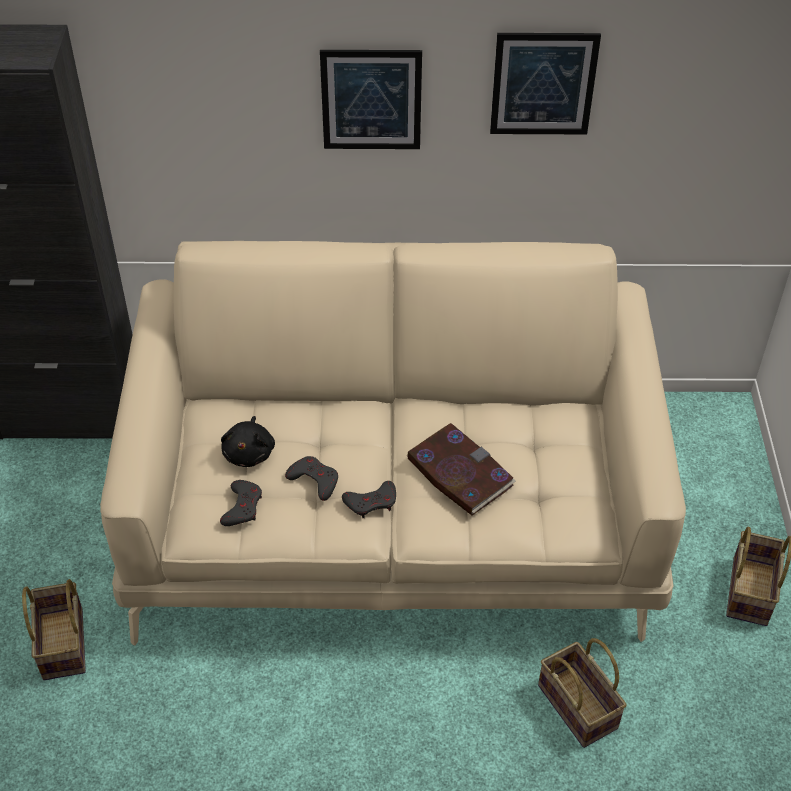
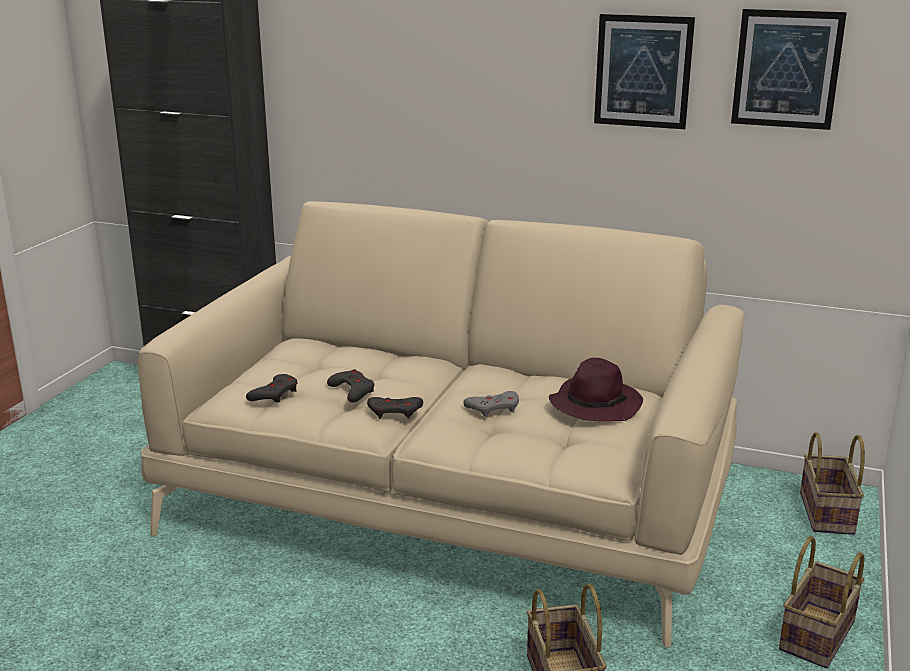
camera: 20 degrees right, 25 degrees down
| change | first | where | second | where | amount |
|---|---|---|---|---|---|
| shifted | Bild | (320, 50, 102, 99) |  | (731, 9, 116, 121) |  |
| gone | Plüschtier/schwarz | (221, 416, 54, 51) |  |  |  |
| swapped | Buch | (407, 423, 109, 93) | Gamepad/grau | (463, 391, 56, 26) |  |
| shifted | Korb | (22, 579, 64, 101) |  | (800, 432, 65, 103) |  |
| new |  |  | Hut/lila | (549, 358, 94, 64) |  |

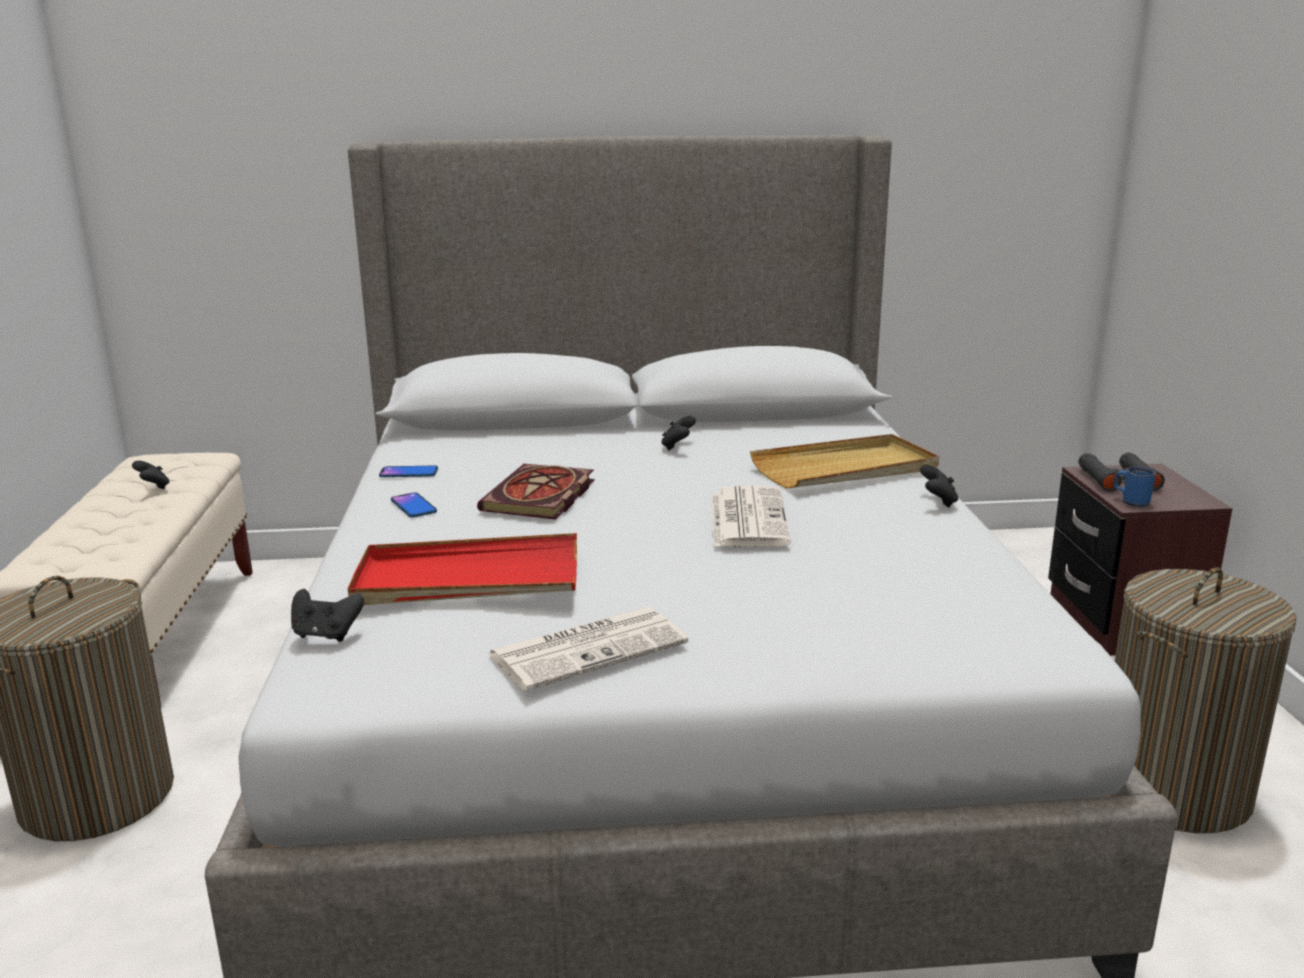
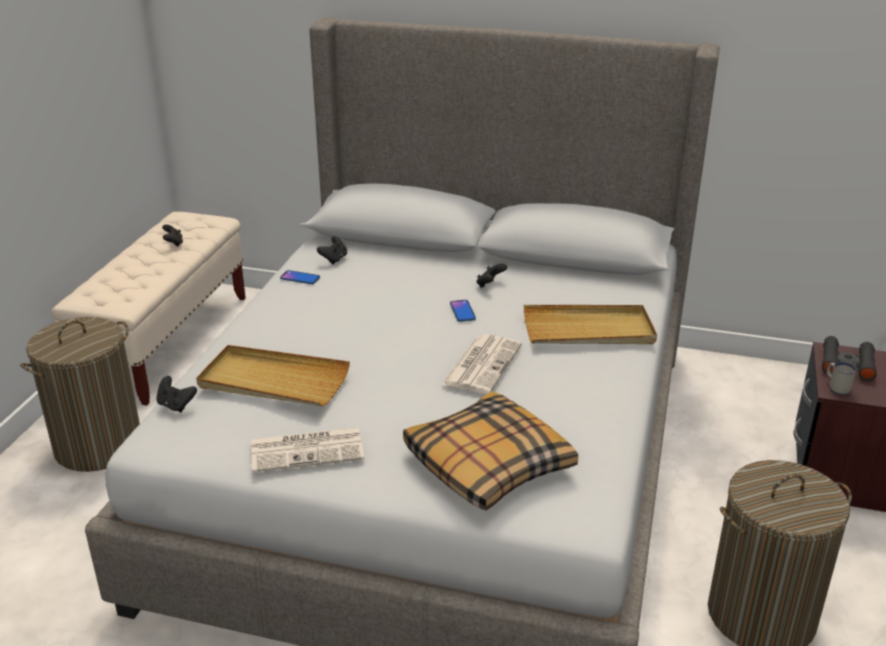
camera: 20 degrees right, 10 degrees up
| change | first | where | second | where | amount |
|---|---|---|---|---|---|
| gone | Buch | (477, 464, 117, 56) |  |  |  |
| shifted | Gamepad/schwarz | (920, 465, 38, 42) |  | (317, 236, 30, 28) |  |
| repainted | Henkelbecher/blau | (1113, 467, 43, 40) | Henkelbecher/weiß | (826, 362, 31, 33) |  |
| shifted | Handy | (391, 492, 46, 26) |  | (450, 300, 26, 22) |  |
| repainted | Tablett/rot | (348, 533, 229, 72) | Tablett/beige | (196, 345, 154, 61) |  |
| new |  |  | Kissen | (403, 392, 175, 119) |  |

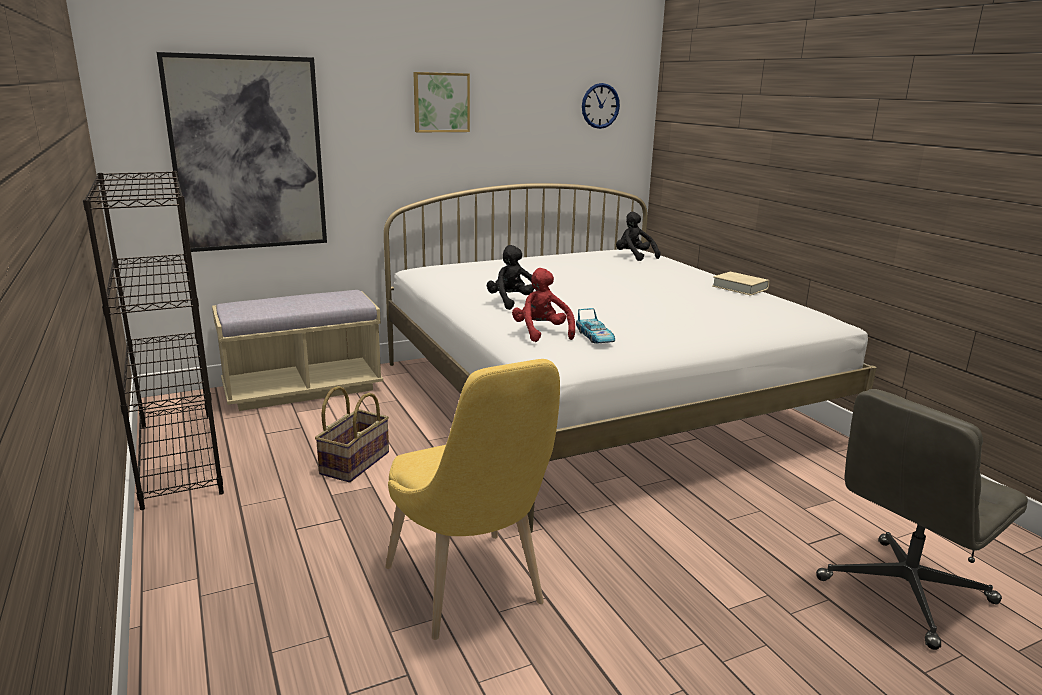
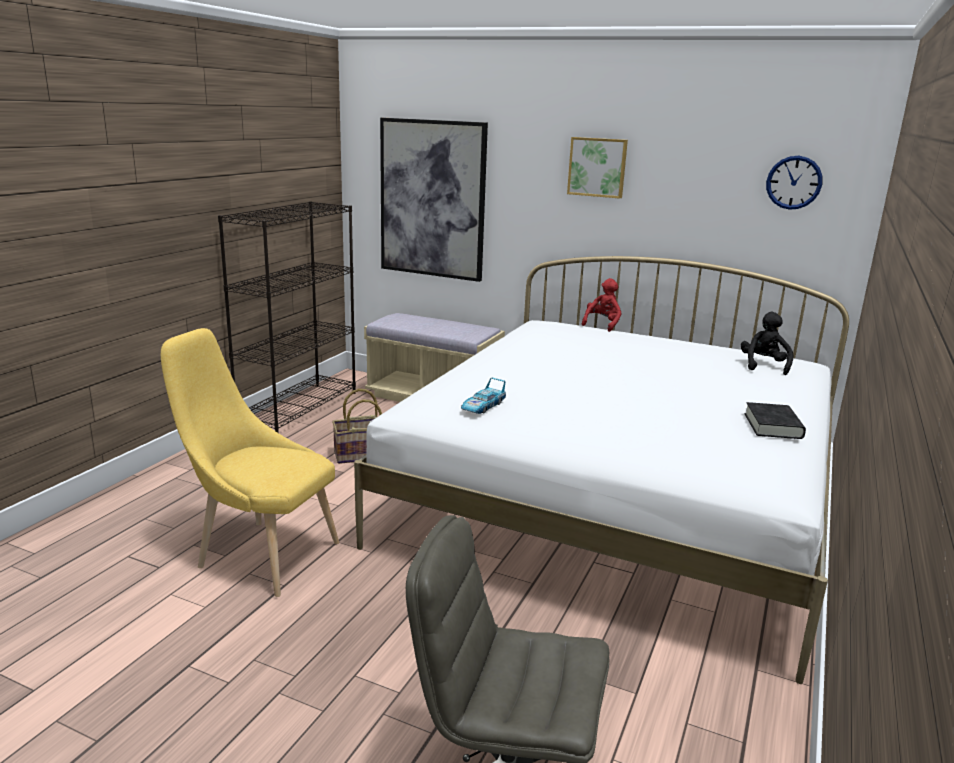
camera: 50 degrees right, 0 degrees up
| change | first | where | second | where | amount |
|---|---|---|---|---|---|
| gone | Plüschtier/schwarz | (487, 245, 47, 65) |  |  |  |
| shifted | Plüschtier/rot | (512, 268, 63, 74) |  | (582, 278, 39, 54) |  |
| repainted | Buch/beige | (712, 272, 57, 24) | Buch/schwarz | (745, 402, 61, 37) |  |
| rotated | Stuhl/gelb | (385, 359, 175, 281) |  | (161, 328, 178, 269) | 90 degrees clockwise |

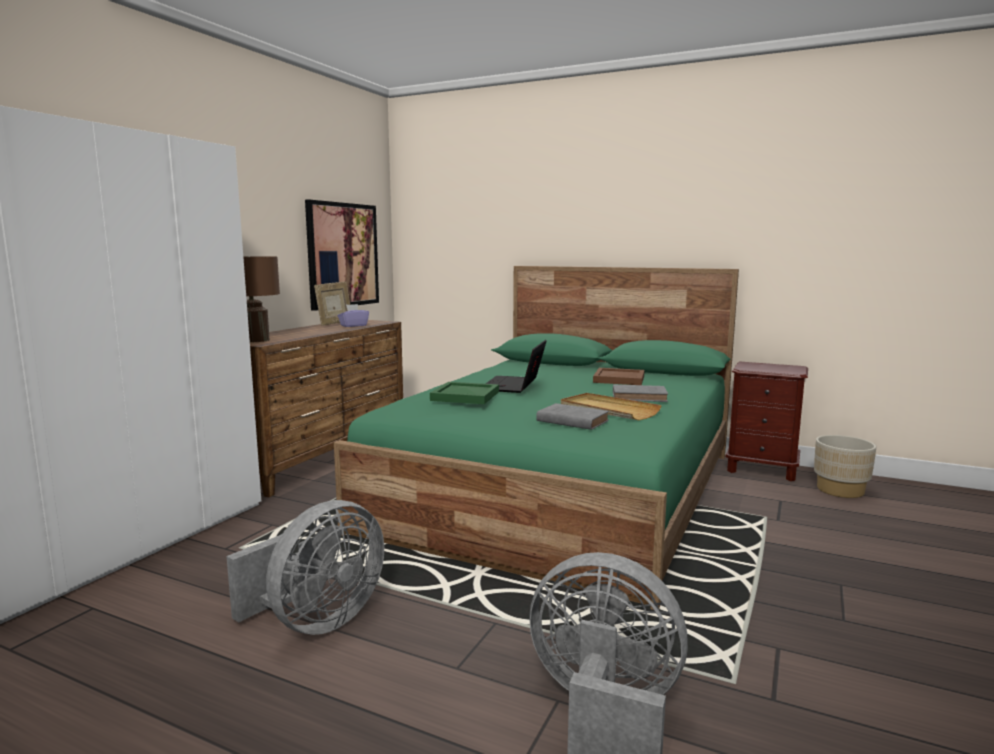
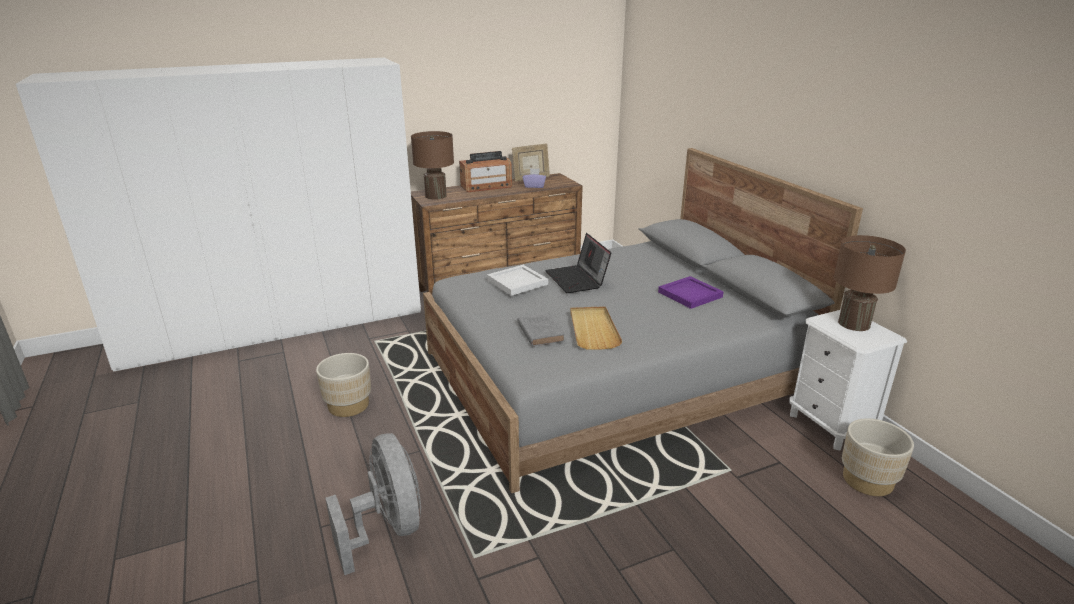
camera: 40 degrees right, 15 degrees up
| change | first | where | second | where | amount |
|---|---|---|---|---|---|
| gone | Bild | (305, 200, 74, 111) |  |  |  |
| repainted | Bett/grün | (334, 266, 405, 344) | Bett/grau | (423, 148, 440, 345) |  |
| rotated | Laptop | (486, 340, 61, 53) |  | (545, 233, 66, 60) | 75 degrees counterclockwise |
| repainted | Nachttisch/braun | (726, 361, 82, 120) | Nachttisch/weiß | (789, 310, 118, 141) |  |
| repainted | Tablett/braun | (593, 368, 52, 17) | Tablett/lila | (658, 276, 66, 33) |  |
| repainted | Tablett/grün | (430, 382, 69, 22) | Tablett/weiß | (487, 265, 61, 31) |  |
| gone | Buch/grau | (613, 385, 55, 17) |  |  |  |
| swapped | Ventilator/grau | (226, 500, 158, 135) | Pflanzkübel/beige | (316, 353, 55, 64) |  |
| new |  |  | Radio | (459, 151, 53, 41) |  |
| new |  |  | Tischlampe/braun | (834, 235, 72, 96) |  |

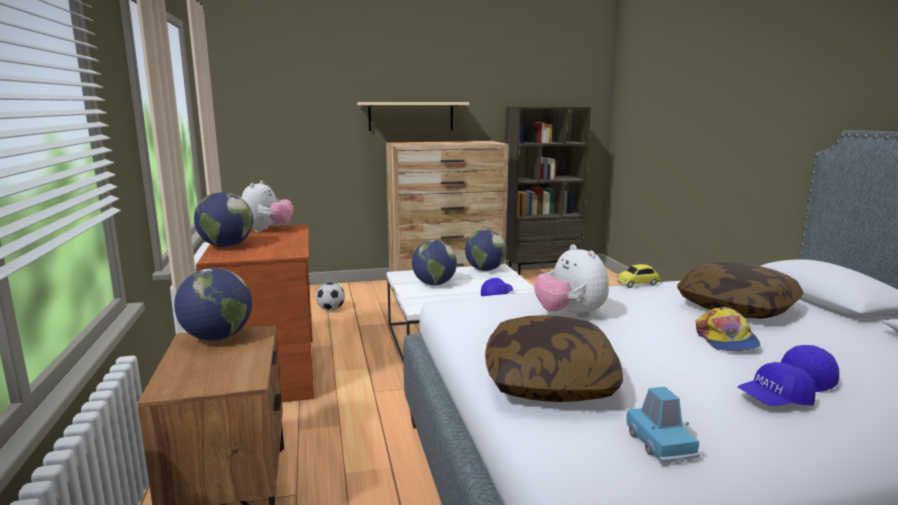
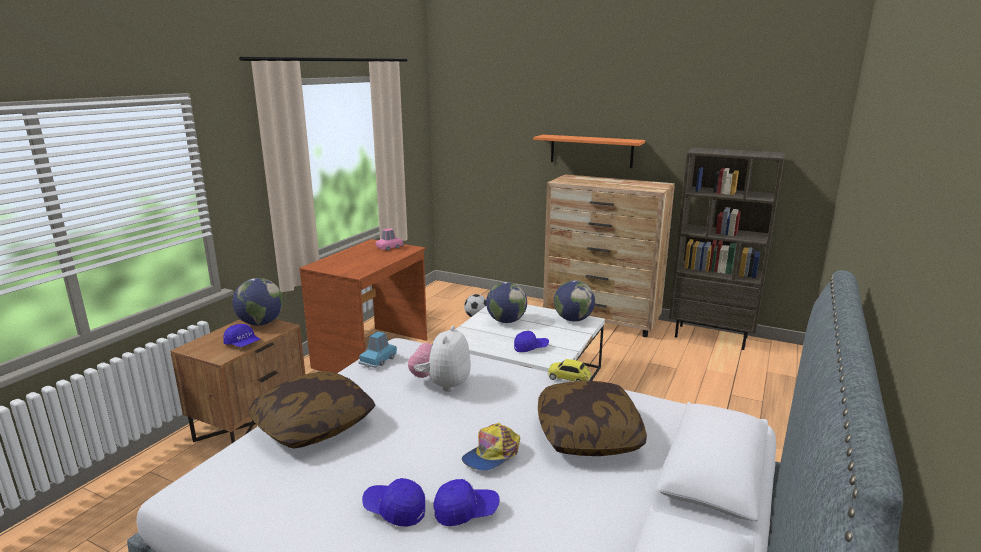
camera: 40 degrees right, 5 degrees up
| change | first | where | second | where | amount |
|---|---|---|---|---|---|
| repainted | Wandregal/beige | (357, 102, 112, 29) | Wandregal/orange | (533, 135, 112, 33) |  |
| swapped | Plüschtier | (241, 180, 52, 52) | Spielzeugauto/rosa | (376, 228, 28, 22) |  |
| gone | Globus | (194, 192, 59, 55) |  |  |  |
| shifted | Spielzeugauto/blau | (626, 387, 74, 77) |  | (358, 332, 39, 36) |  |
| new |  |  | Kappe/blau | (223, 324, 37, 23) |  |

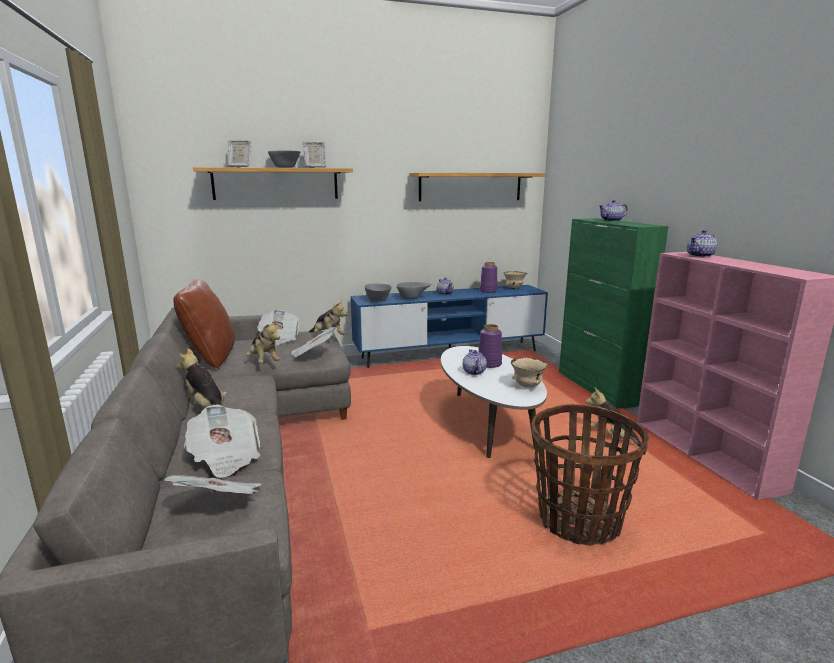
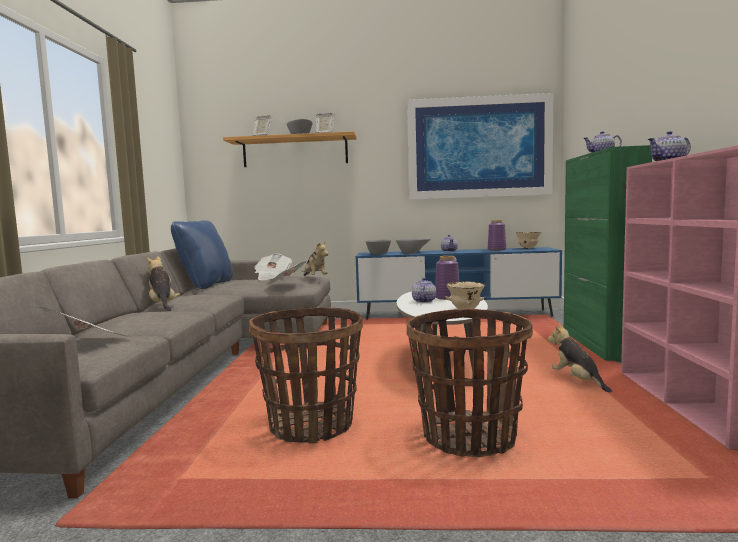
camera: 20 degrees right, 10 degrees down
| change | first | where | second | where | amount |
|---|---|---|---|---|---|
| swapped | Wandregal | (409, 173, 136, 28) | Bild | (407, 93, 146, 107) |  |
| repainted | Kissen/braun | (173, 279, 62, 90) | Kissen/blau | (171, 220, 62, 70) |  |
| gone | Plüschtier | (246, 321, 34, 42) |  |  |  |
| gone | Zeitung | (184, 405, 76, 73) |  |  |  |
| new |  |  | Korb | (249, 308, 114, 135) |  |

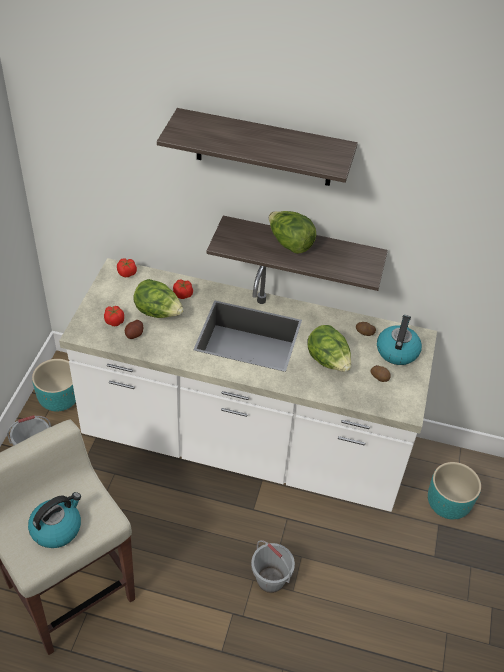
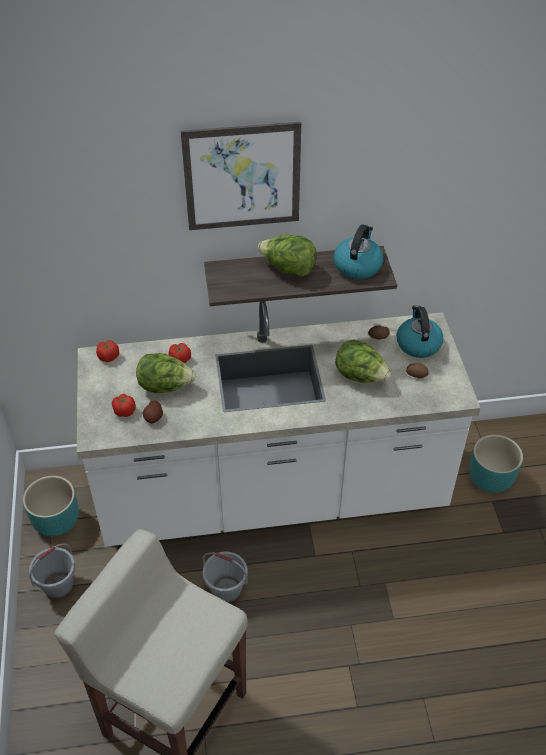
camera: 20 degrees left, 0 degrees up
| change | first | where | second | where | amount |
|---|---|---|---|---|---|
| swapped | Wandregal | (157, 108, 201, 78) | Bild | (181, 122, 120, 108) |  |
| shifted | Wasserkessel | (28, 492, 53, 56) |  | (334, 224, 49, 55) |  |
| shifted | Eimer/grau | (251, 540, 44, 53) |  | (203, 552, 45, 51) |  |

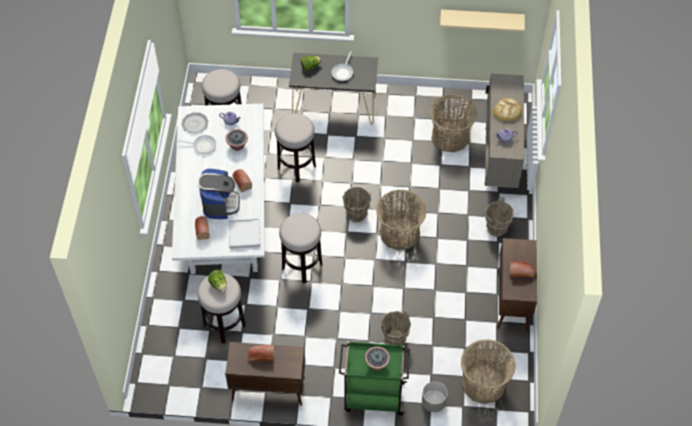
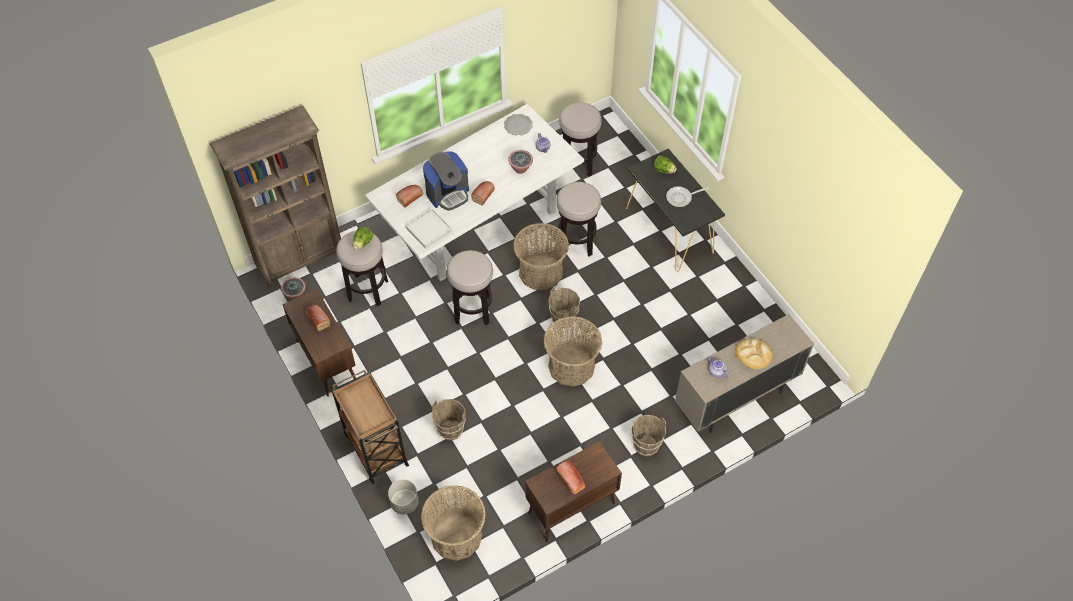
camera: 55 degrees right, 0 degrees up
| change | first | where | second | where | amount |
|---|---|---|---|---|---|
| gone | Wandregal/beige | (440, 9, 85, 23) |  |  |  |
| shifted | Korb | (429, 94, 48, 58) |  | (513, 223, 56, 67) |  |
| gone | Pfanne | (176, 135, 40, 19) |  |  |  |
| repainted | Rollwagen/grün | (339, 341, 71, 75) | Rollwagen/braun | (332, 370, 77, 114) |  |
| shifted | Topfpflanze | (365, 346, 25, 24) |  | (281, 277, 25, 23) |  |
| new |  |  | Bücherregal/braun | (210, 105, 131, 183) |  |

